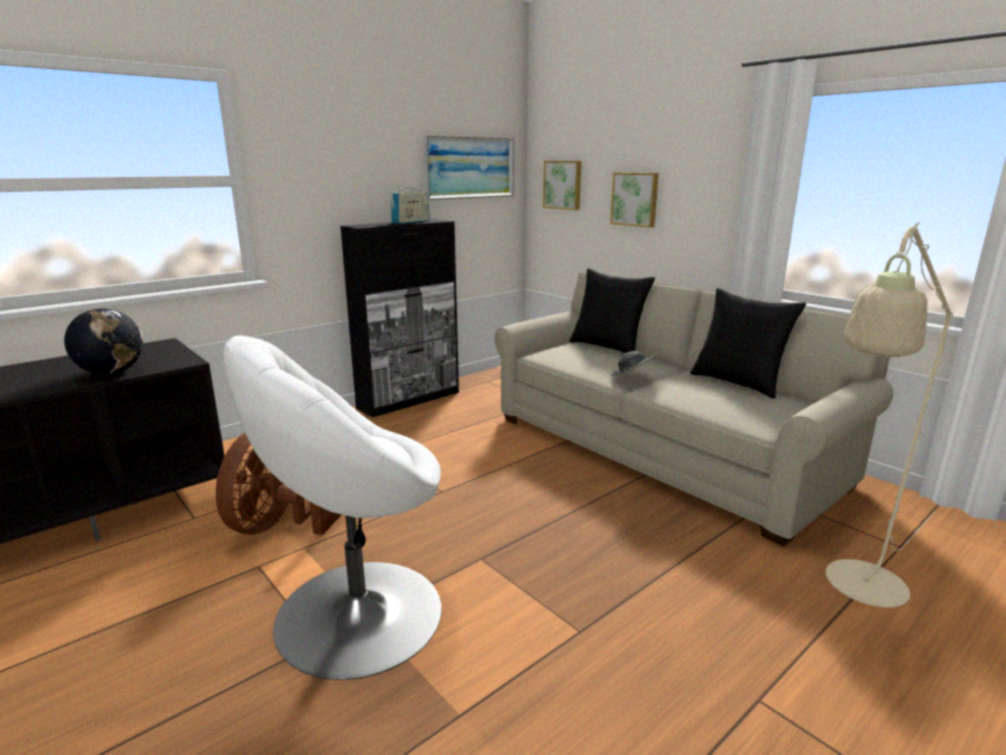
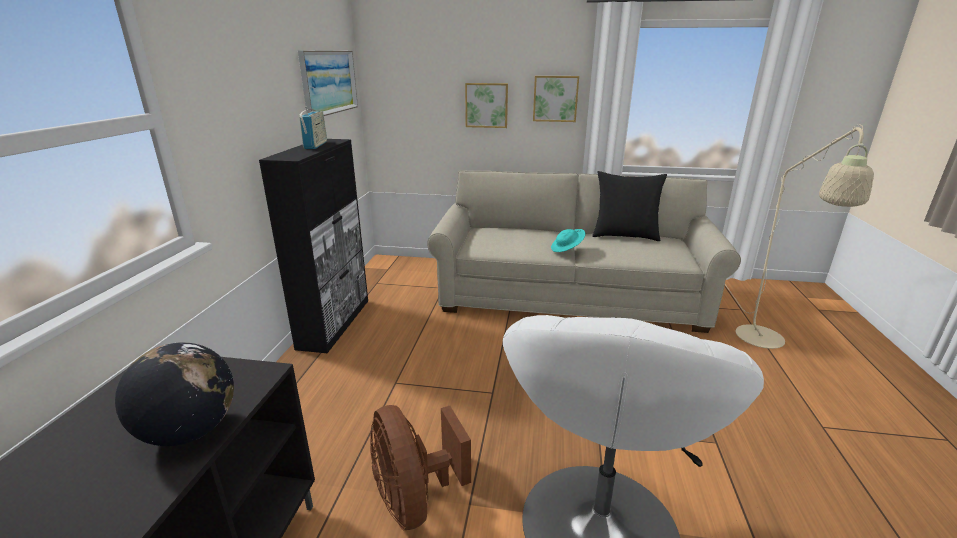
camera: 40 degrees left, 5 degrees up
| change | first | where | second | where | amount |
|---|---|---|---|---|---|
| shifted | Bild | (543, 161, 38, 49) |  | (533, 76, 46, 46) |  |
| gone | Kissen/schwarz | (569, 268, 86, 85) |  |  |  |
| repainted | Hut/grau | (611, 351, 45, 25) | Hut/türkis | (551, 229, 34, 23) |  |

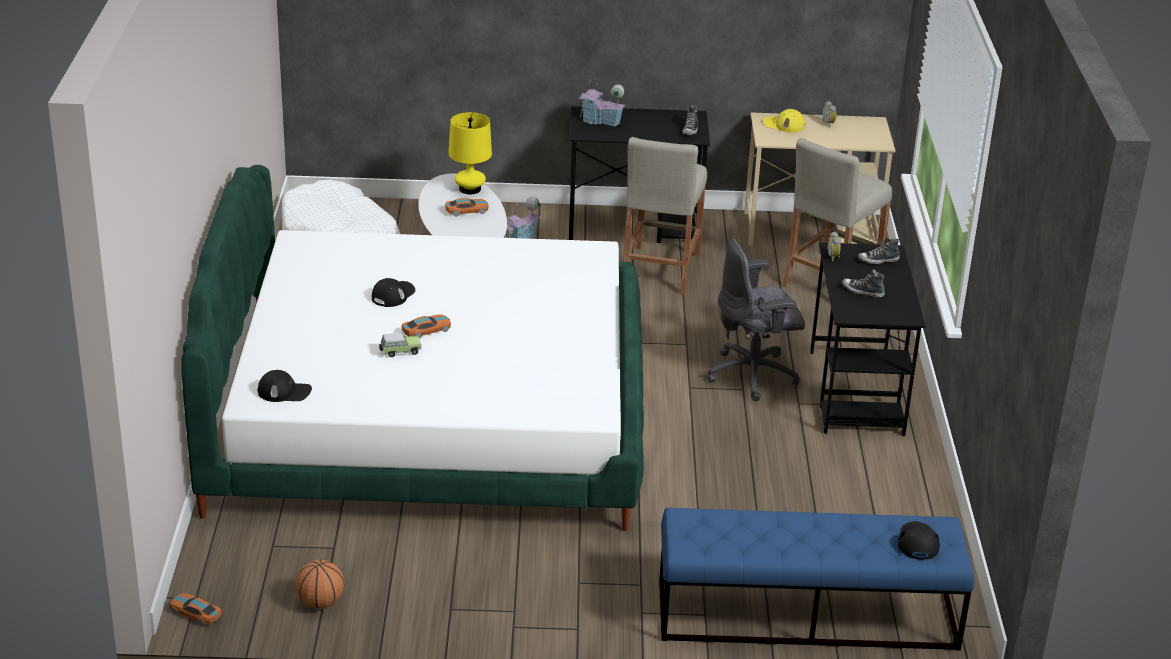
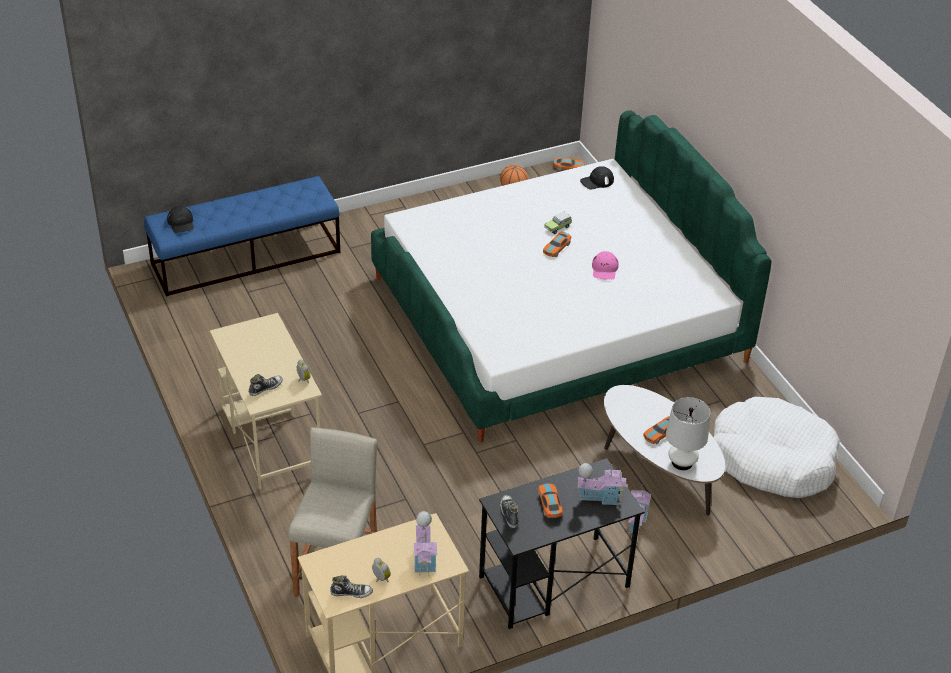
camera: 155 degrees right, 10 degrees up
| change | first | where | second | where | amount |
|---|---|---|---|---|---|
| swapped | Kappe/gelb | (763, 109, 42, 24) | Spielzeughaus | (414, 511, 23, 66) |  |
| repainted | Tischlampe/gelb | (448, 112, 44, 82) | Tischlampe/weiß | (666, 397, 44, 73) |  |
| gone | Hocker/beige | (624, 137, 83, 158) |  |  |  |
| gone | Bürostuhl/grau | (708, 238, 97, 163) |  |  |  |
| repainted | Schreibtisch/schwarz | (810, 243, 116, 193) | Schreibtisch/beige | (210, 313, 112, 177) |  |
| shifted | Schuh | (842, 269, 43, 28) |  | (330, 575, 43, 23) |  |
| repainted | Kappe/schwarz | (372, 278, 43, 29) | Kappe/rosa | (592, 251, 27, 29) |  |
| new |  |  | Spielzeugauto | (538, 484, 25, 34) |  |

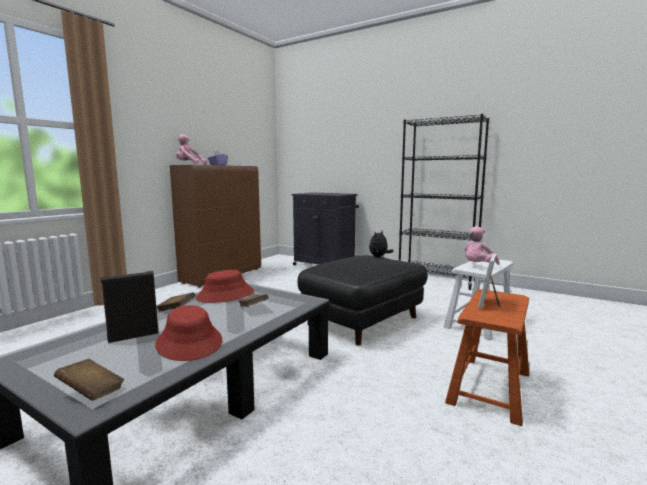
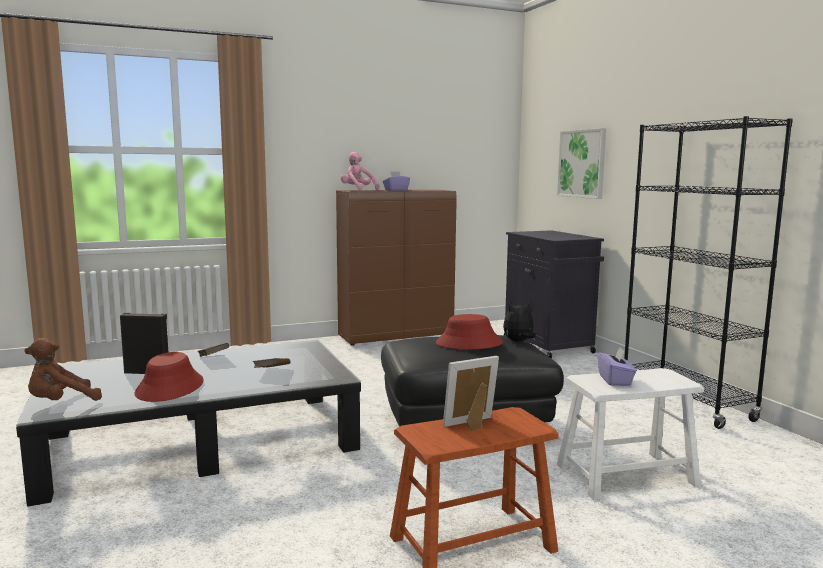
camera: 35 degrees right, 0 degrees up
| change | first | where | second | where | amount |
|---|---|---|---|---|---|
| swapped | Plüschtier/rosa | (464, 226, 36, 39) | Taschentuchbox/lila | (598, 347, 38, 39) |  |
| shifted | Hut/rot | (196, 270, 58, 33) |  | (436, 314, 67, 35) |  |
| swapped | Buch/braun | (54, 359, 70, 42) | Plüschtier/braun | (24, 338, 78, 63) |  |
| new |  |  | Bild | (557, 128, 49, 71) |  |

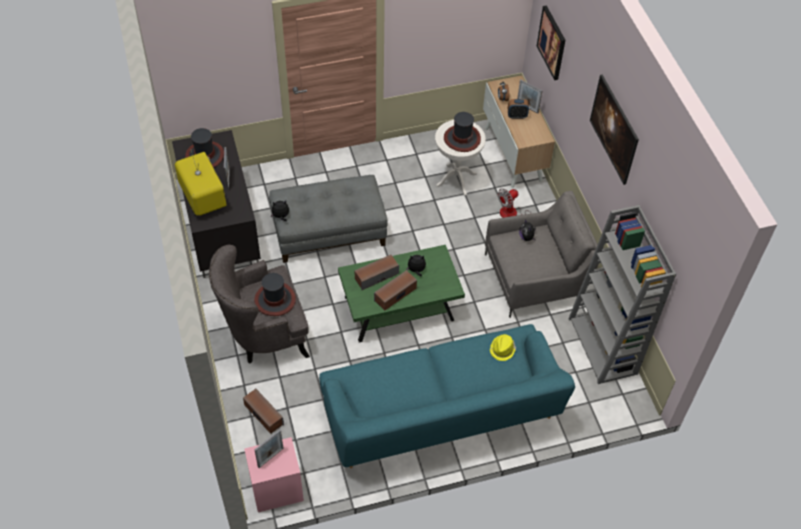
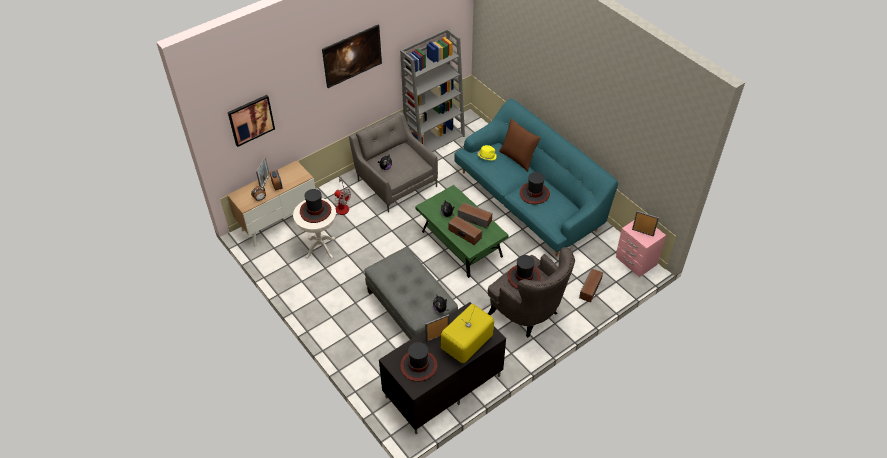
camera: 110 degrees left, 5 degrees down
| change | first | where | second | where | amount |
|---|---|---|---|---|---|
| new |  |  | Kissen/braun | (499, 118, 42, 53) |  |
| new |  |  | Hut | (520, 172, 30, 32) |  |

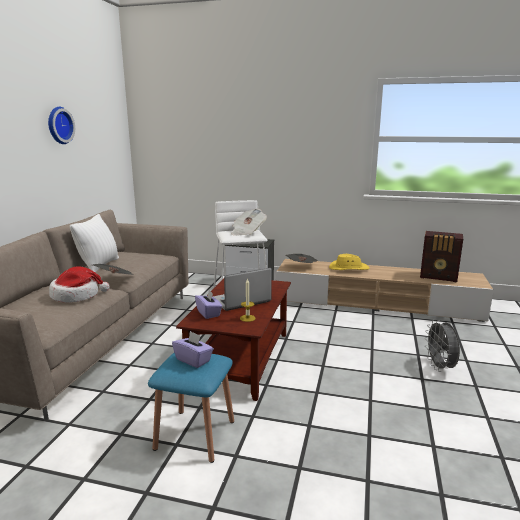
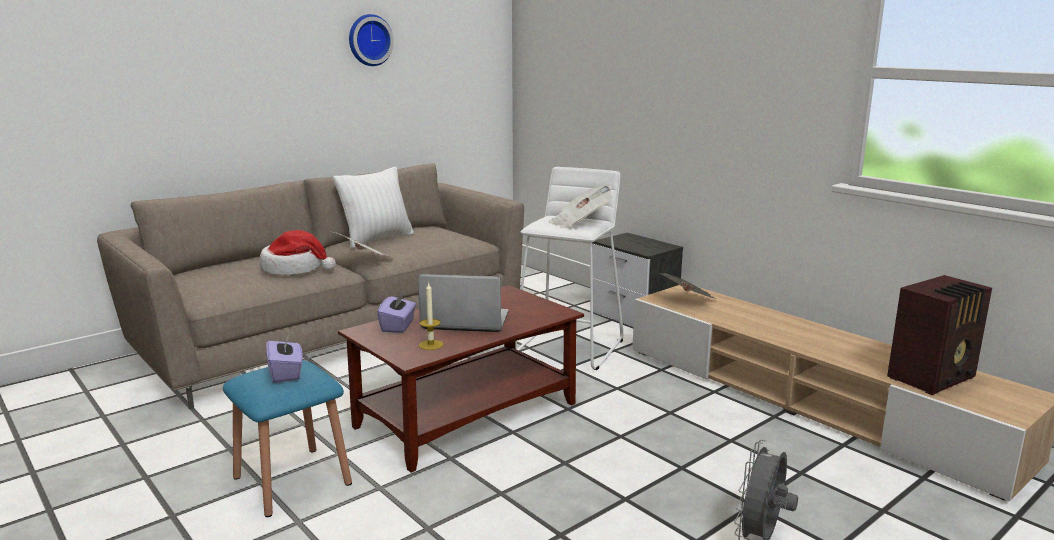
camera: 35 degrees right, 0 degrees up
| change | first | where | second | where | amount |
|---|---|---|---|---|---|
| rotated | Radio | (420, 231, 43, 51) |  | (887, 275, 105, 120) | 90 degrees counterclockwise |
| gone | Hut/gelb | (329, 254, 41, 16) |  |  |  |

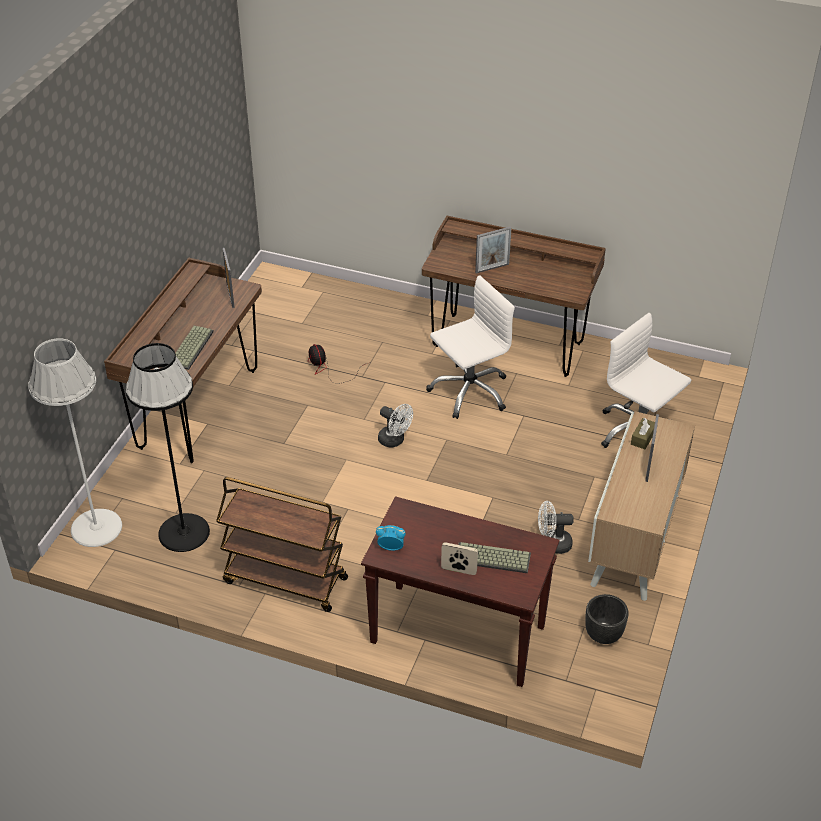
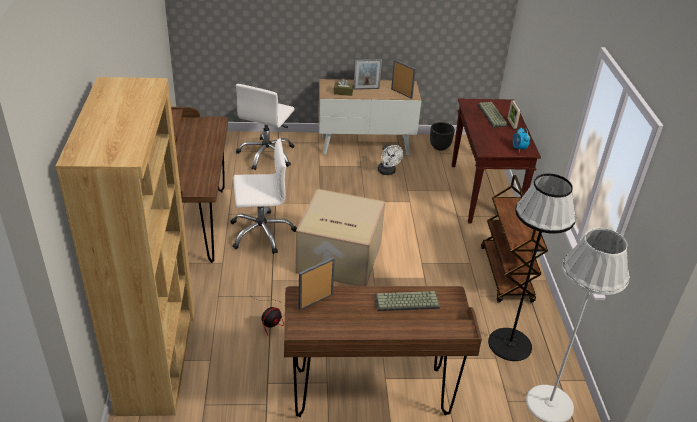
camera: 115 degrees left, 5 degrees down
| change | first | where | second | where | amount |
|---|---|---|---|---|---|
| shifted | Bilderrahmen | (475, 226, 37, 48) |  | (391, 60, 25, 39) |  |
| rotated | Bürostuhl/weiß | (426, 275, 89, 144) |  | (230, 138, 67, 116) | 135 degrees clockwise |
| swapped | Ventilator/weiß | (378, 404, 35, 44) | Karton | (296, 189, 89, 97) |  |
| new |  |  | Bücherregal/braun | (55, 77, 140, 339) |  |

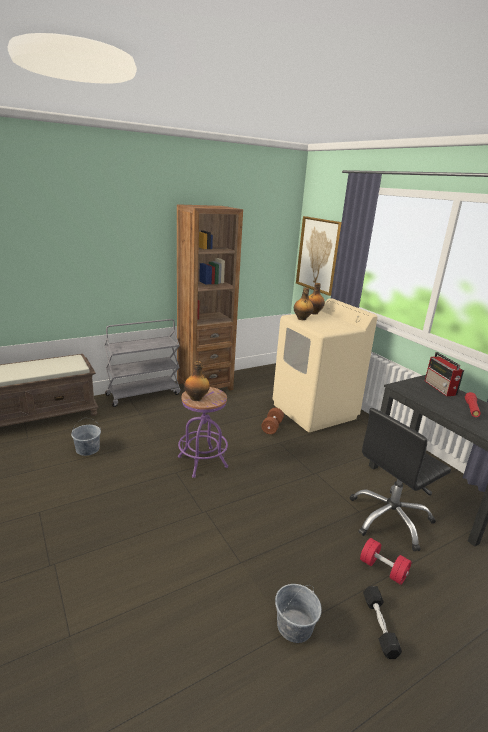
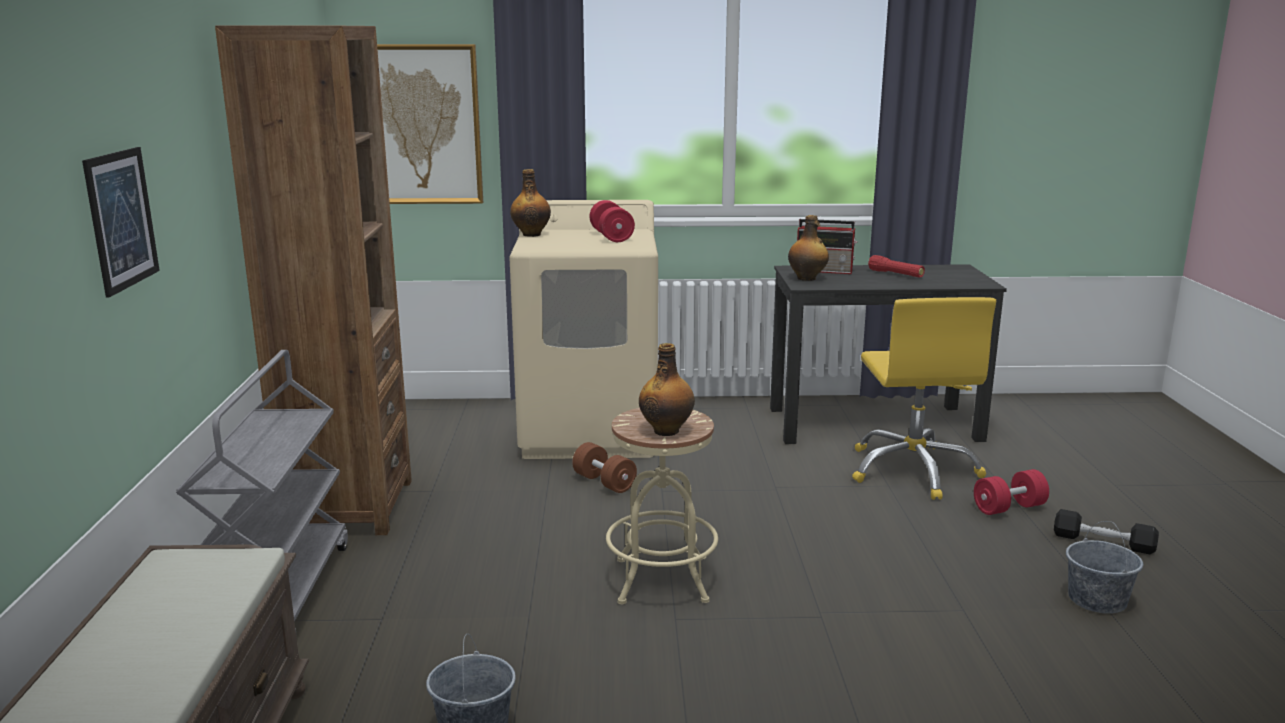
camera: 60 degrees left, 5 degrees down
| change | first | where | second | where | amount |
|---|---|---|---|---|---|
| shifted | Flasche | (294, 288, 20, 32) |  | (788, 215, 41, 66) |  |
| repainted | Hocker/lila | (178, 387, 50, 91) | Hocker/beige | (606, 408, 112, 196) |  |
| repainted | Bürostuhl/schwarz | (350, 408, 101, 144) | Bürostuhl/gelb | (852, 297, 144, 203) |  |
| new |  |  | Bild | (82, 147, 78, 150) |  |
| new |  |  | Hantel/rot | (589, 200, 46, 42) |  |

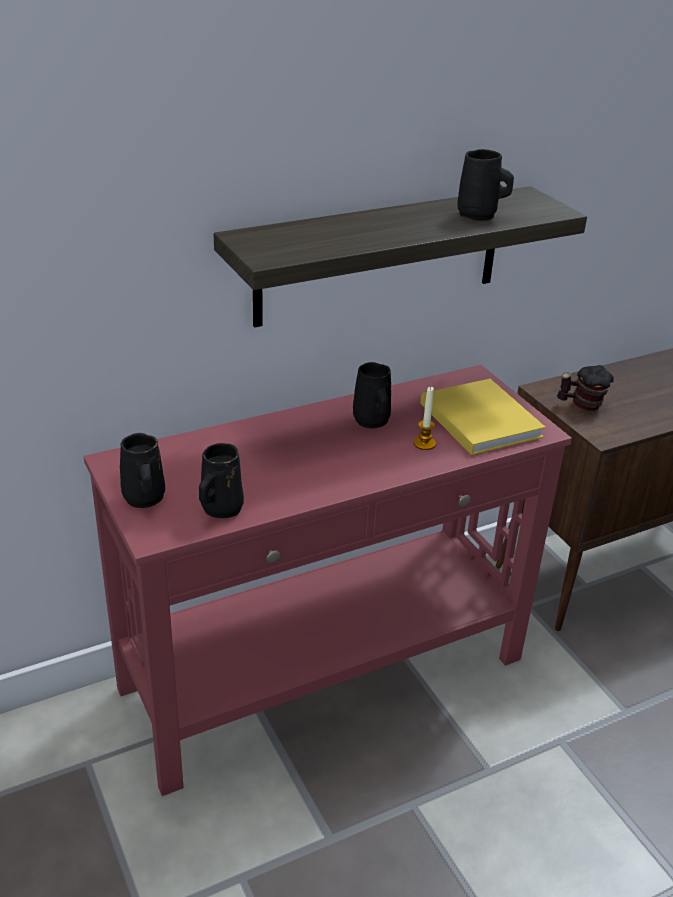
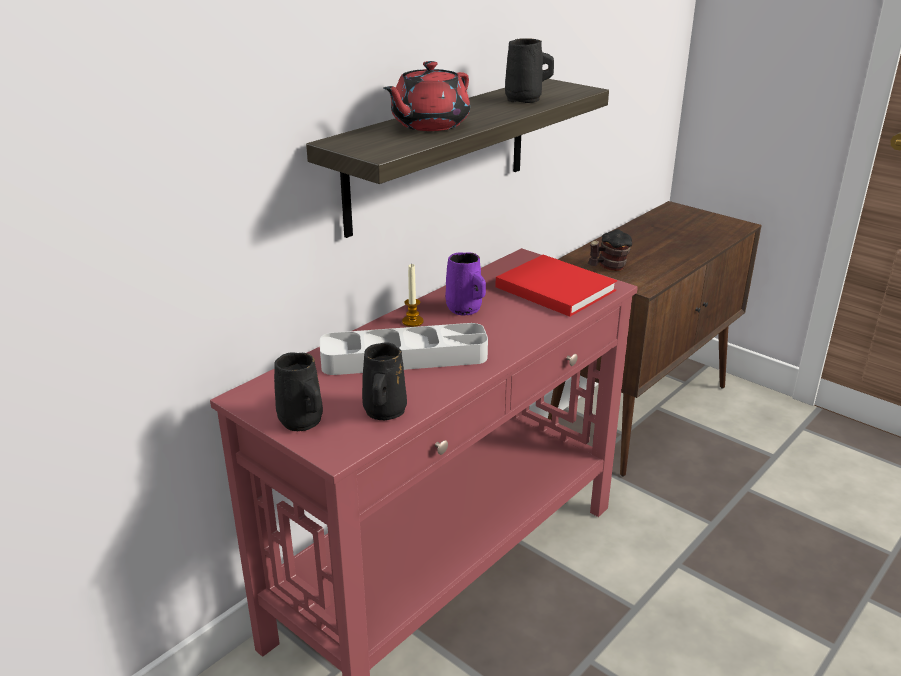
camera: 20 degrees left, 5 degrees down
| change | first | where | second | where | amount |
|---|---|---|---|---|---|
| repainted | Henkelbecher/schwarz | (353, 362, 38, 66) | Henkelbecher/lila | (445, 252, 41, 64) |  |
| repainted | Buch/gelb | (420, 379, 126, 76) | Buch/rot | (495, 255, 122, 62) |  |
| shifted | Kerze | (413, 387, 23, 63) |  | (402, 263, 22, 64) |  |
| new |  |  | Teekanne/rot | (384, 61, 86, 70) |  |
| new |  |  | Tablett/grau | (320, 323, 168, 52) |  |

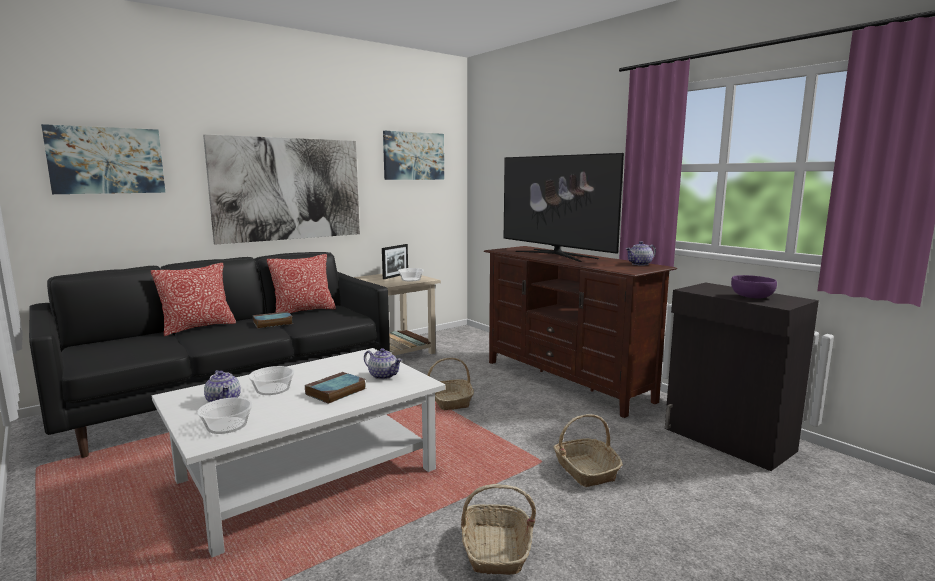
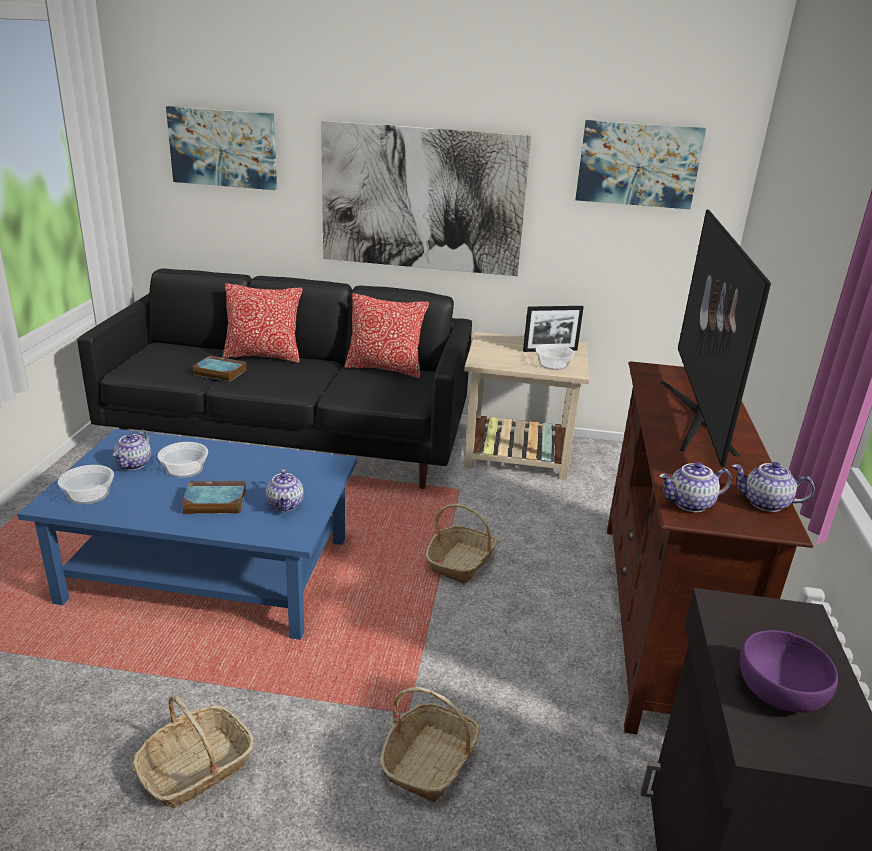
camera: 45 degrees right, 15 degrees up
| change | first | where | second | where | amount |
|---|---|---|---|---|---|
| shifted | Buch | (253, 311, 40, 17) |  | (193, 355, 54, 27) |  |
| repainted | Couchtisch/weiß | (152, 348, 294, 209) | Couchtisch/blau | (17, 429, 340, 211) |  |
| new |  |  | Teekanne | (659, 462, 73, 50) |  |

